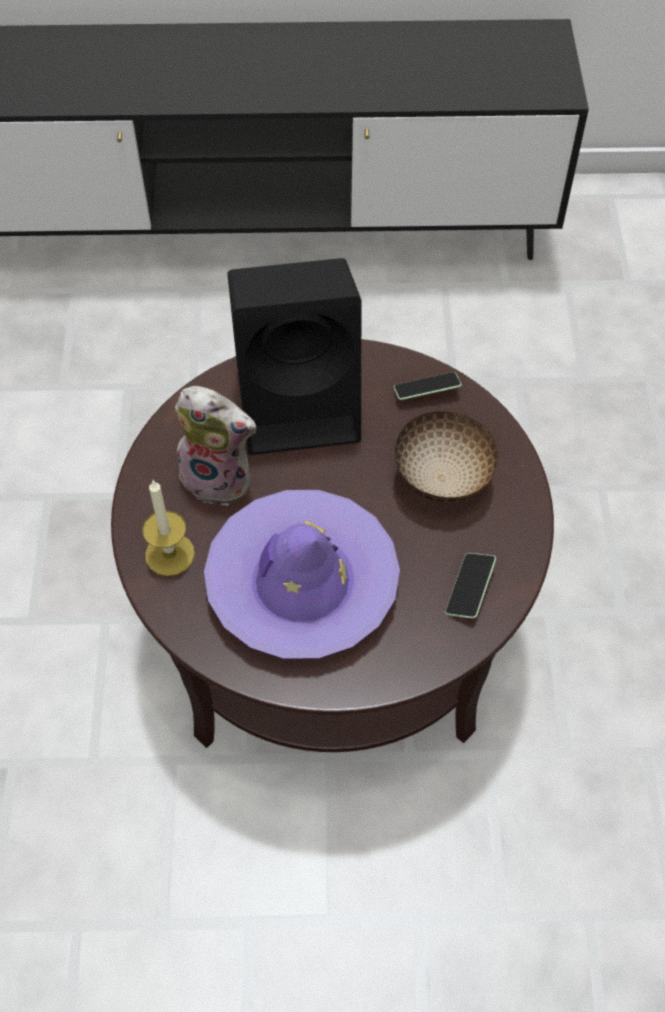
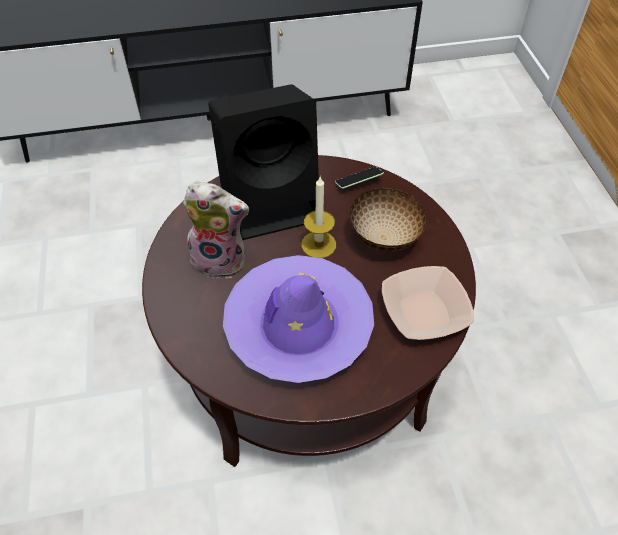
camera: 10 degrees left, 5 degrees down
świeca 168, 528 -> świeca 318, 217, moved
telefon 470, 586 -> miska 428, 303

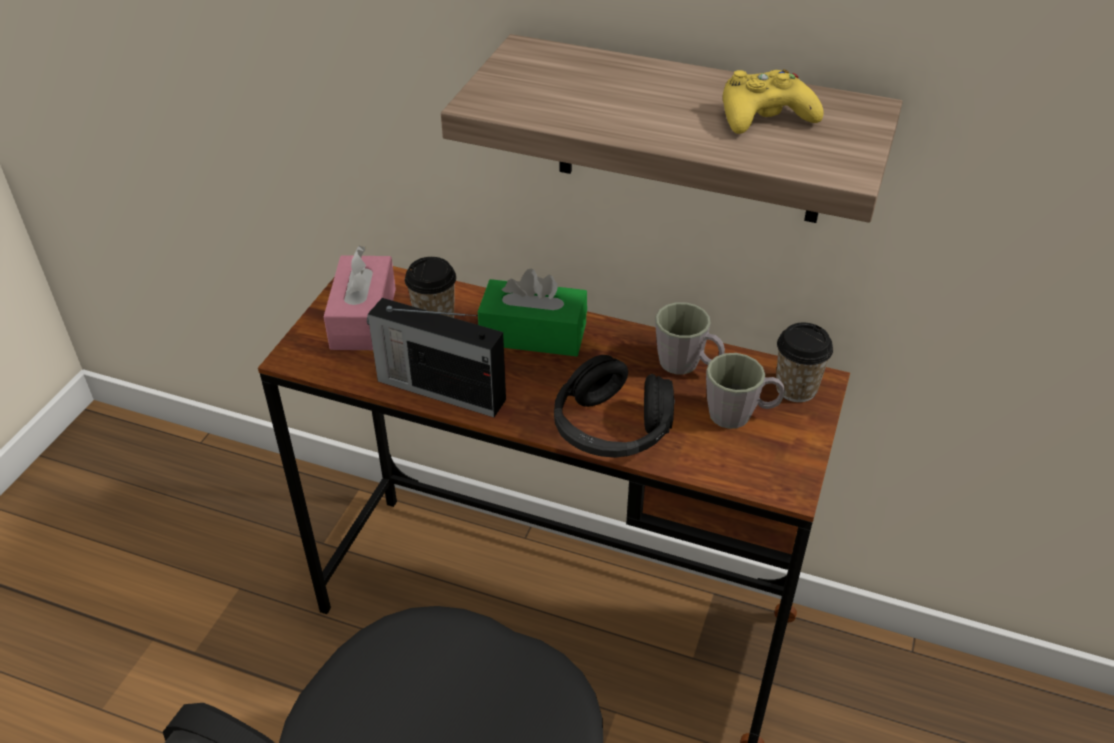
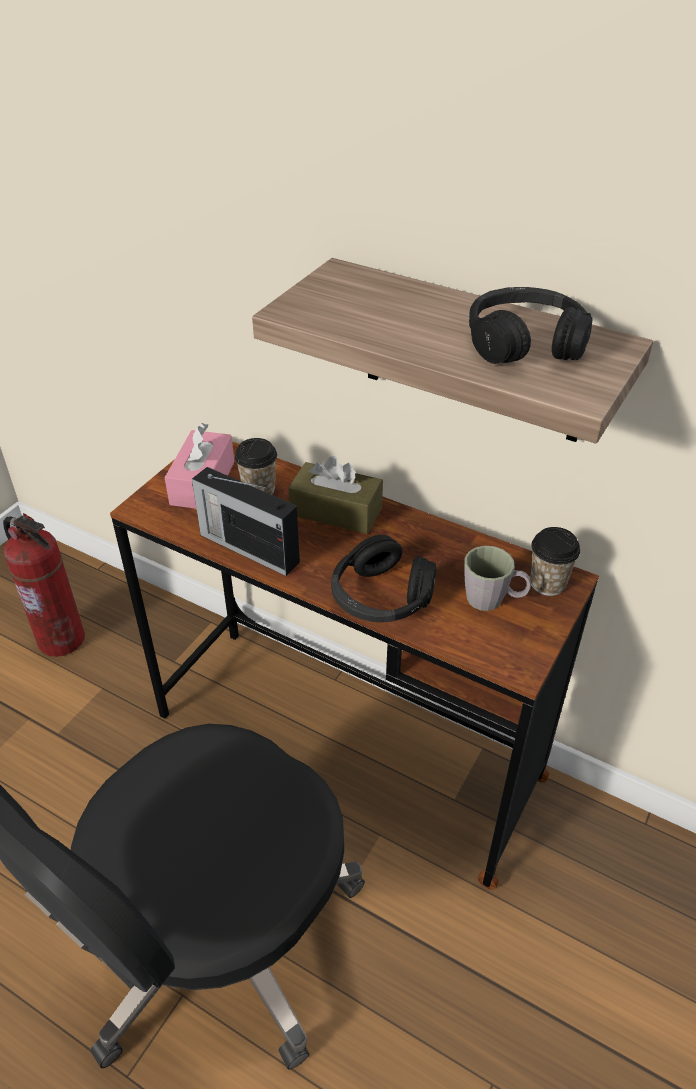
camera: 10 degrees right, 0 degrees up
pudełko chusteczek (zielony) 532, 312 -> pudełko chusteczek (brązowy) 335, 495
kubek (szary) 690, 338 -> none
pad do gier (żółty) 773, 101 -> słuchawki (czarny) 530, 325
none -> gaśnica 44, 585

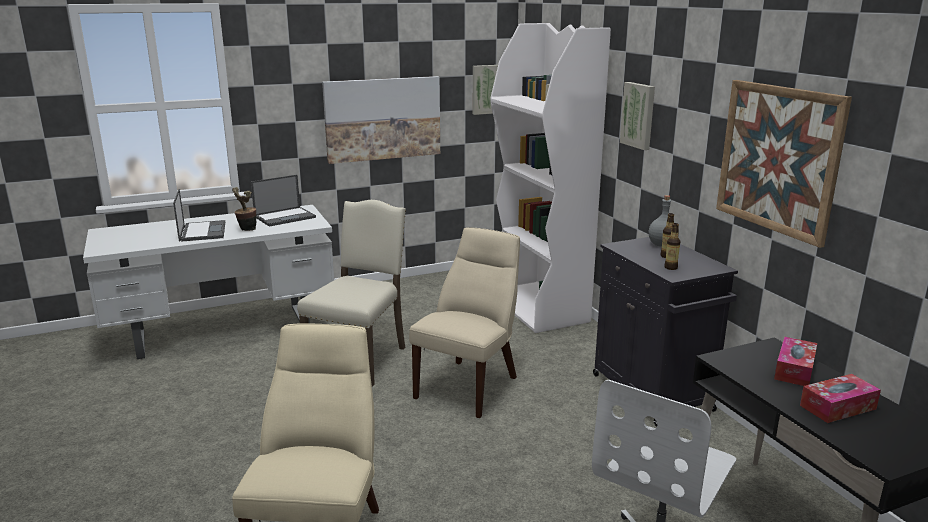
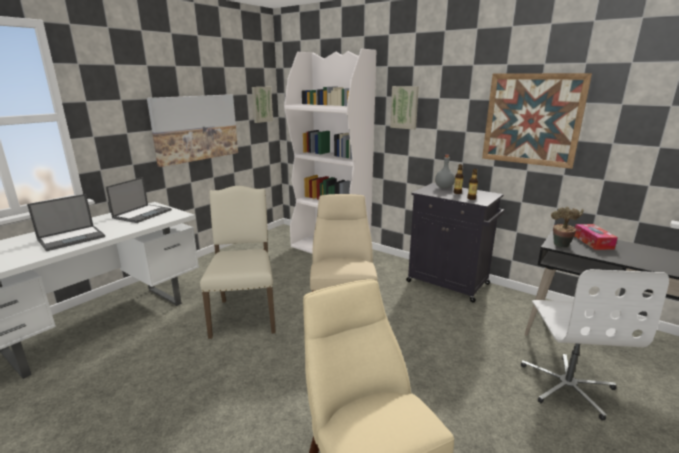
camera: 30 degrees left, 0 degrees up
laptop 199, 215 -> laptop 66, 222, 90 degrees clockwise
roślina doniczkowa 244, 209 -> roślina doniczkowa 567, 227, moved
pudełko chusteczek 840, 398 -> none

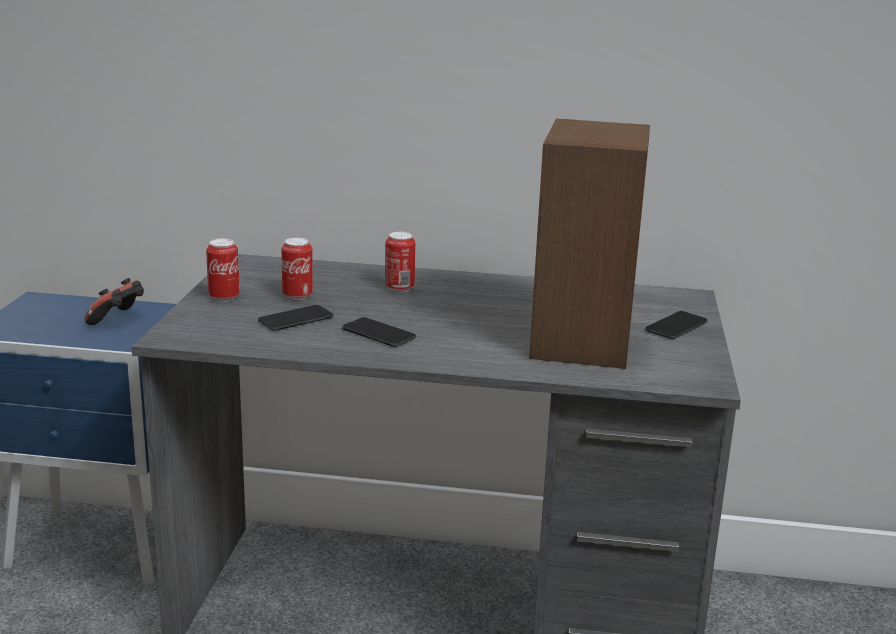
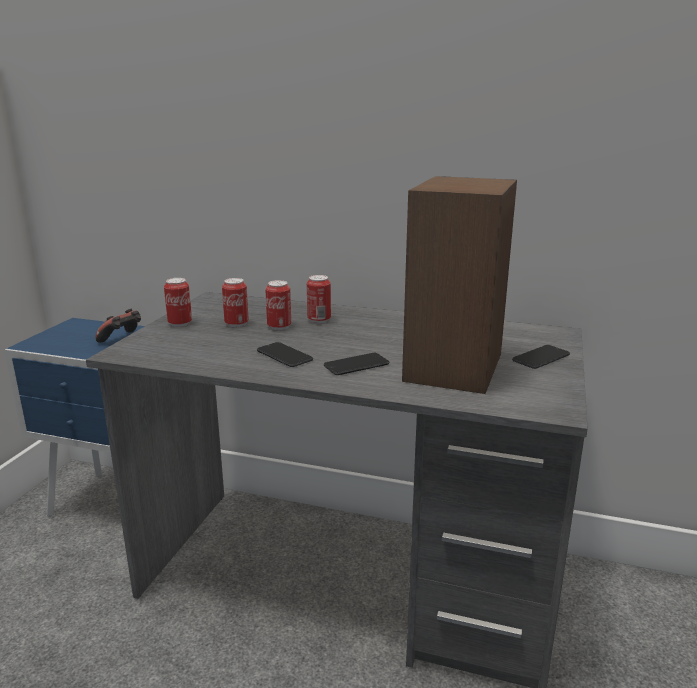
camera: 10 degrees right, 0 degrees up
telefon 296, 318 -> telefon 356, 364, moved
none -> puszka 278, 305

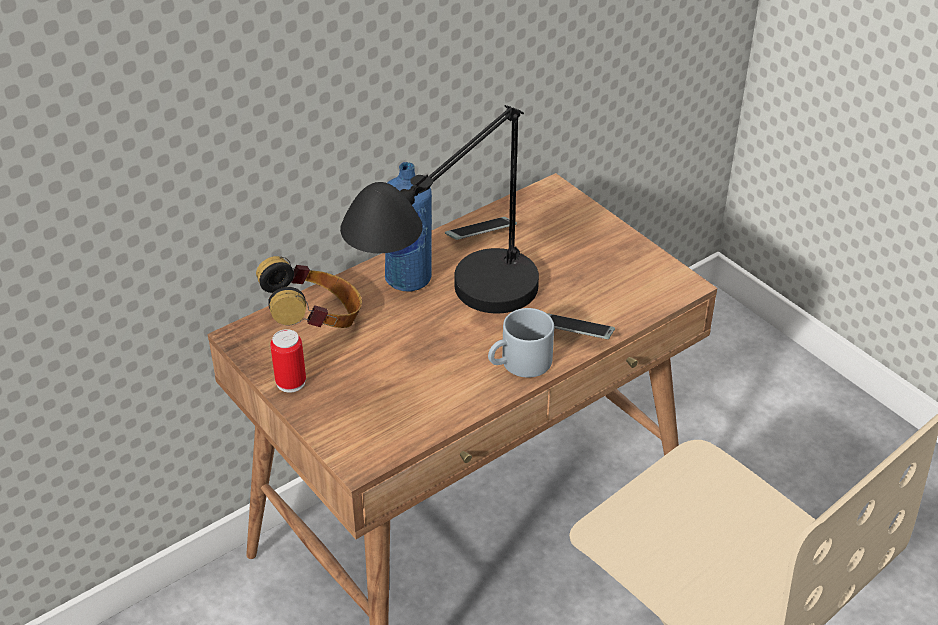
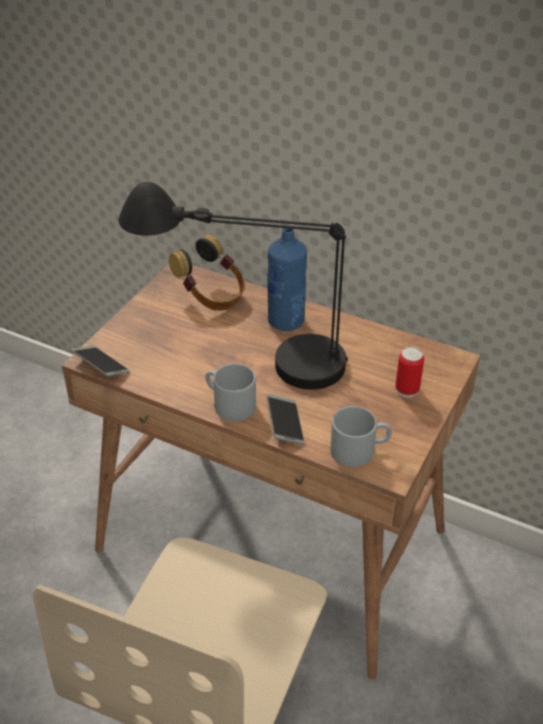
camera: 65 degrees right, 0 degrees up
puszka 288, 361 -> puszka 409, 372, moved
telefon 481, 228 -> telefon 100, 361, moved
none -> kubek (szary) 361, 436

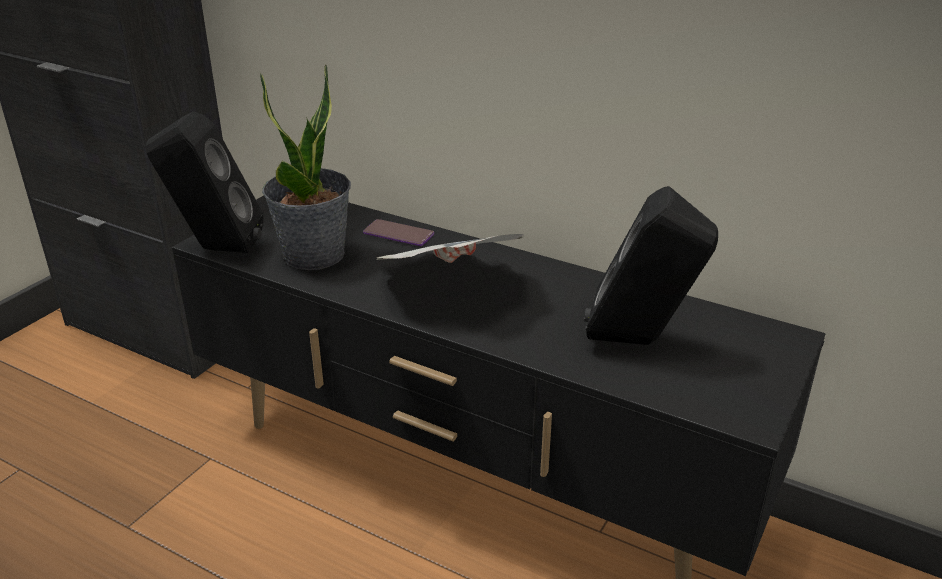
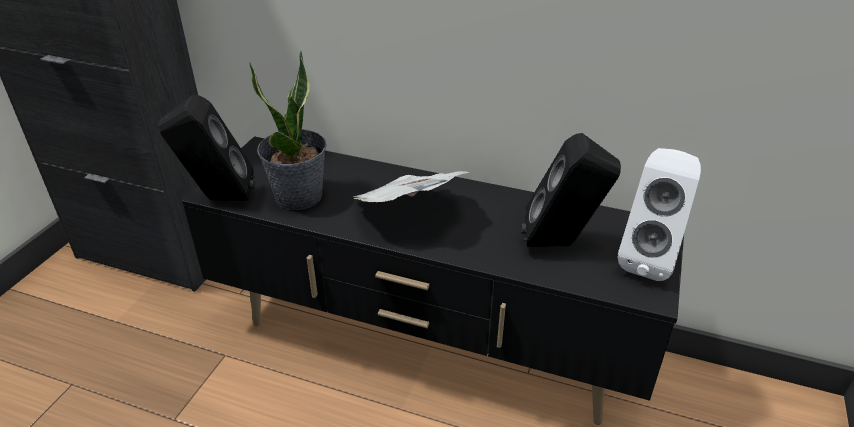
camera: 10 degrees left, 5 degrees up
telefon 398, 232 -> none
none -> głośnik (biały) 659, 214

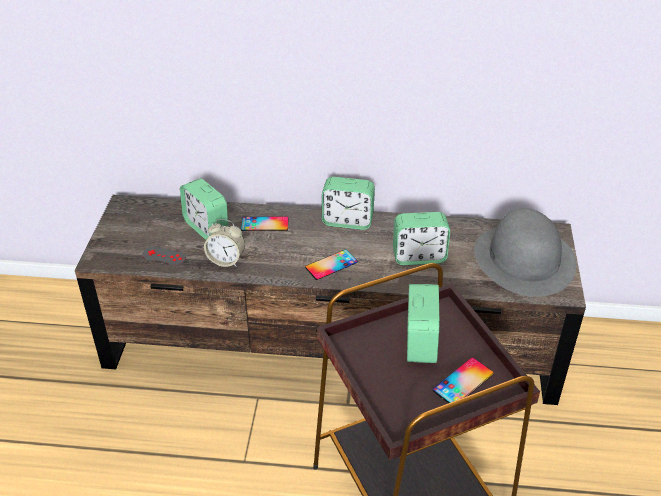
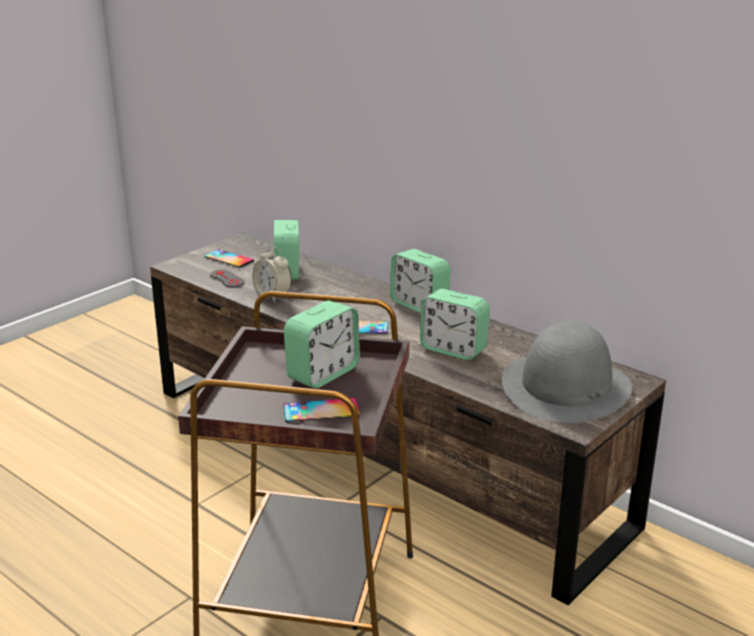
camera: 35 degrees right, 15 degrees down
telefon 265, 224 -> telefon 229, 258, moved

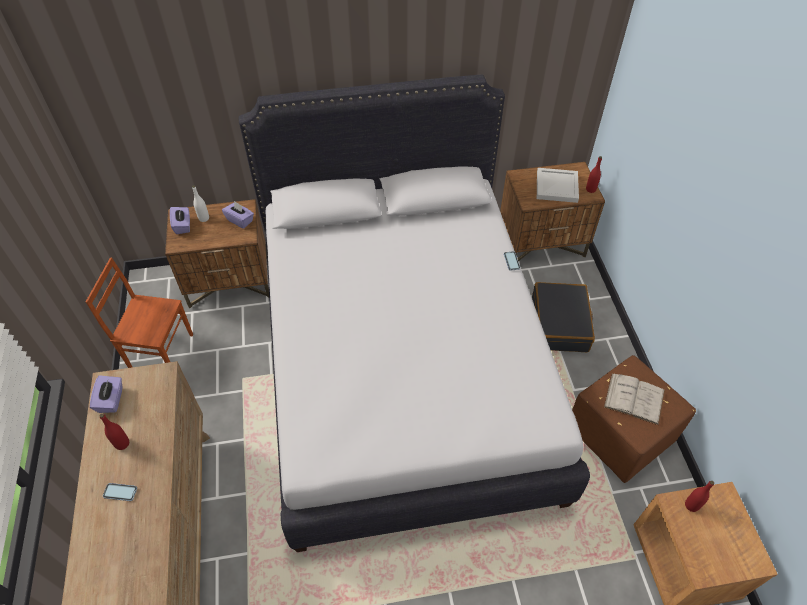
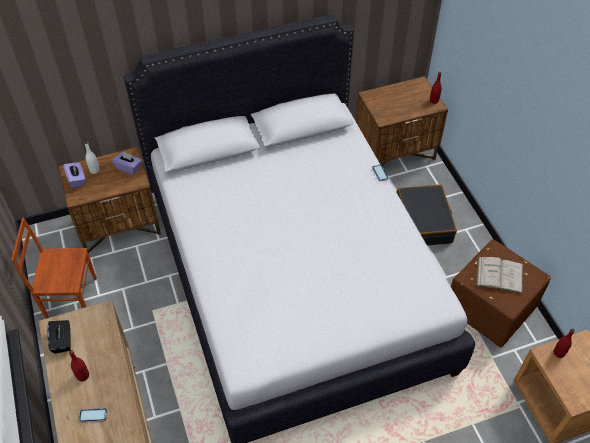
camera: 10 degrees left, 0 degrees up
pudełko chusteczek (fioletowy) 106, 394 -> pudełko chusteczek (czarny) 59, 337
taca (biały) 558, 185 -> none

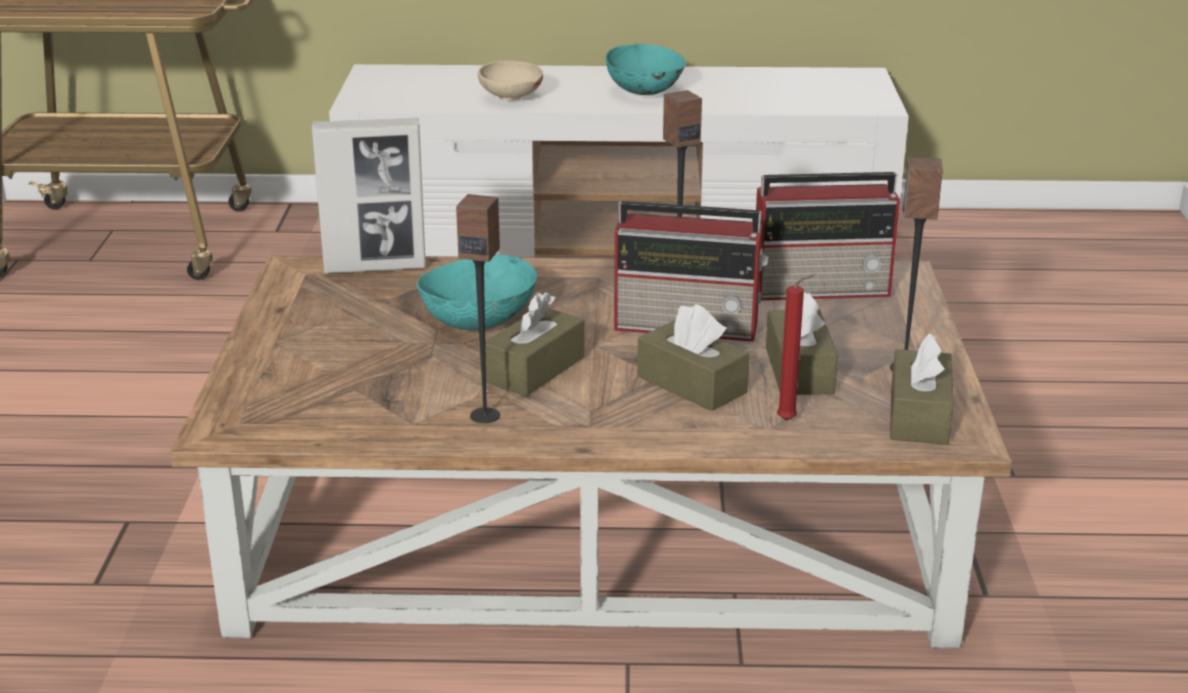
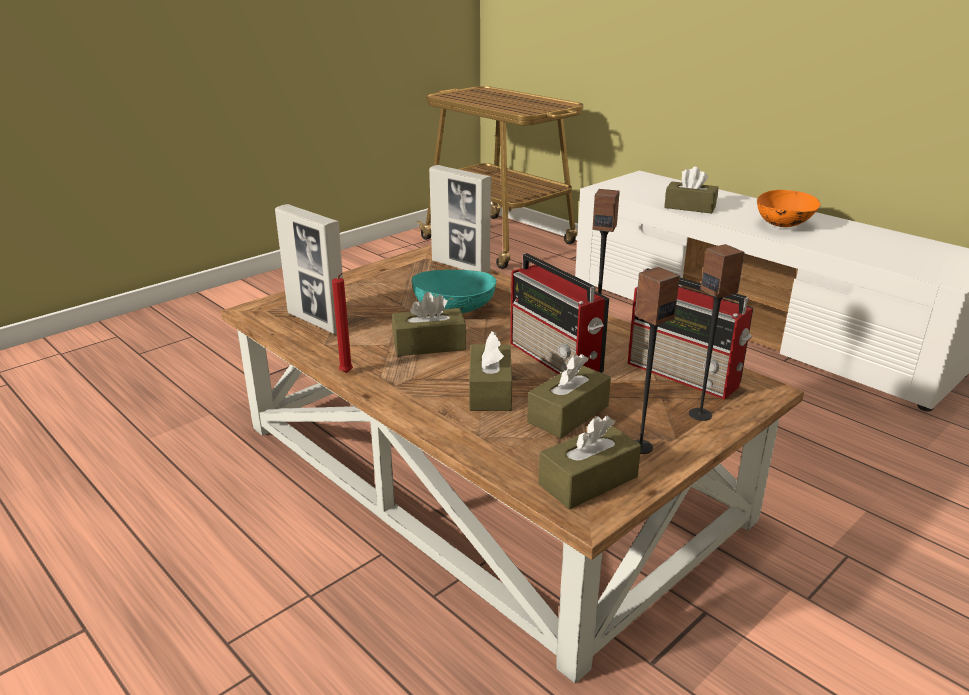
camera: 45 degrees right, 0 degrees up
głośnik 478, 308 -> głośnik 717, 332, moved
miska (beżowy) 510, 80 -> pudełko chusteczek (brązowy) 691, 190
miska (turkusowy) 646, 69 -> miska (pomarańczowy) 789, 208
świeca (czerwony) 795, 348 -> świeca (czerwony) 342, 322, moved
none -> ramka na zdjęcie 309, 269

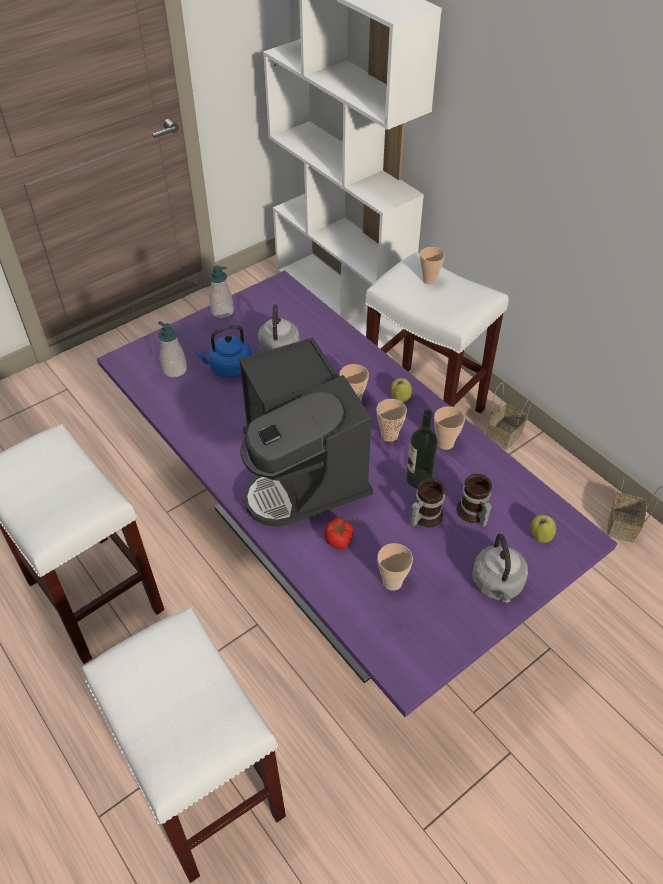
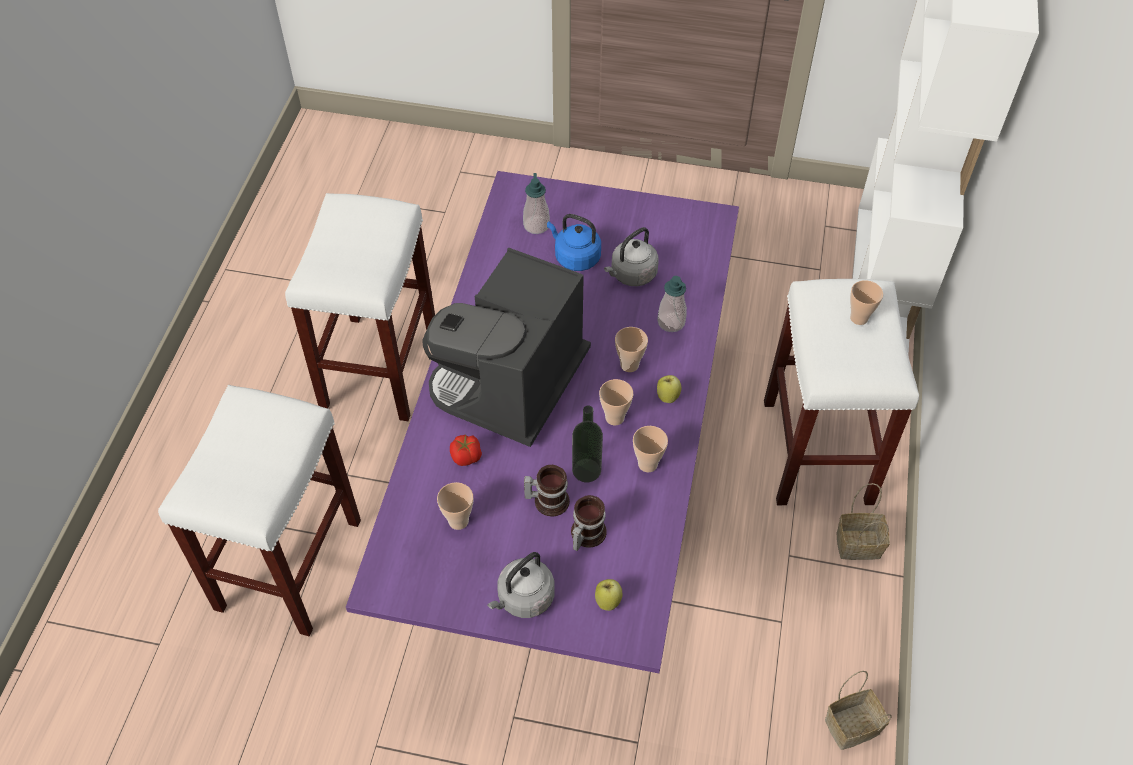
camera: 50 degrees right, 5 degrees up
dozownik mydła 221, 291 -> dozownik mydła 672, 304, moved

